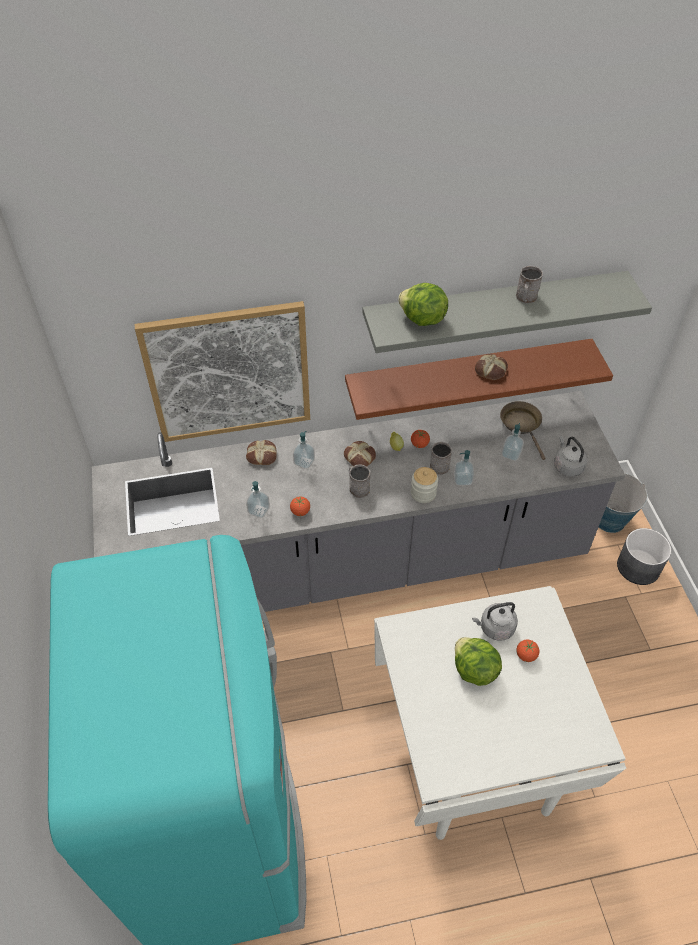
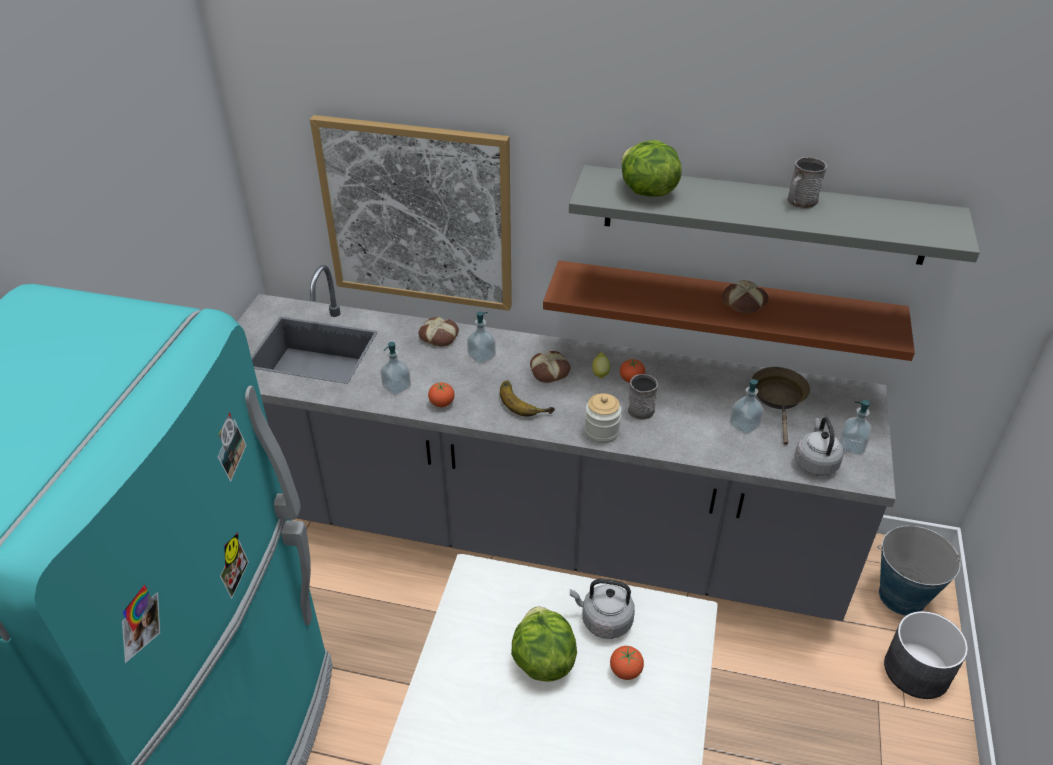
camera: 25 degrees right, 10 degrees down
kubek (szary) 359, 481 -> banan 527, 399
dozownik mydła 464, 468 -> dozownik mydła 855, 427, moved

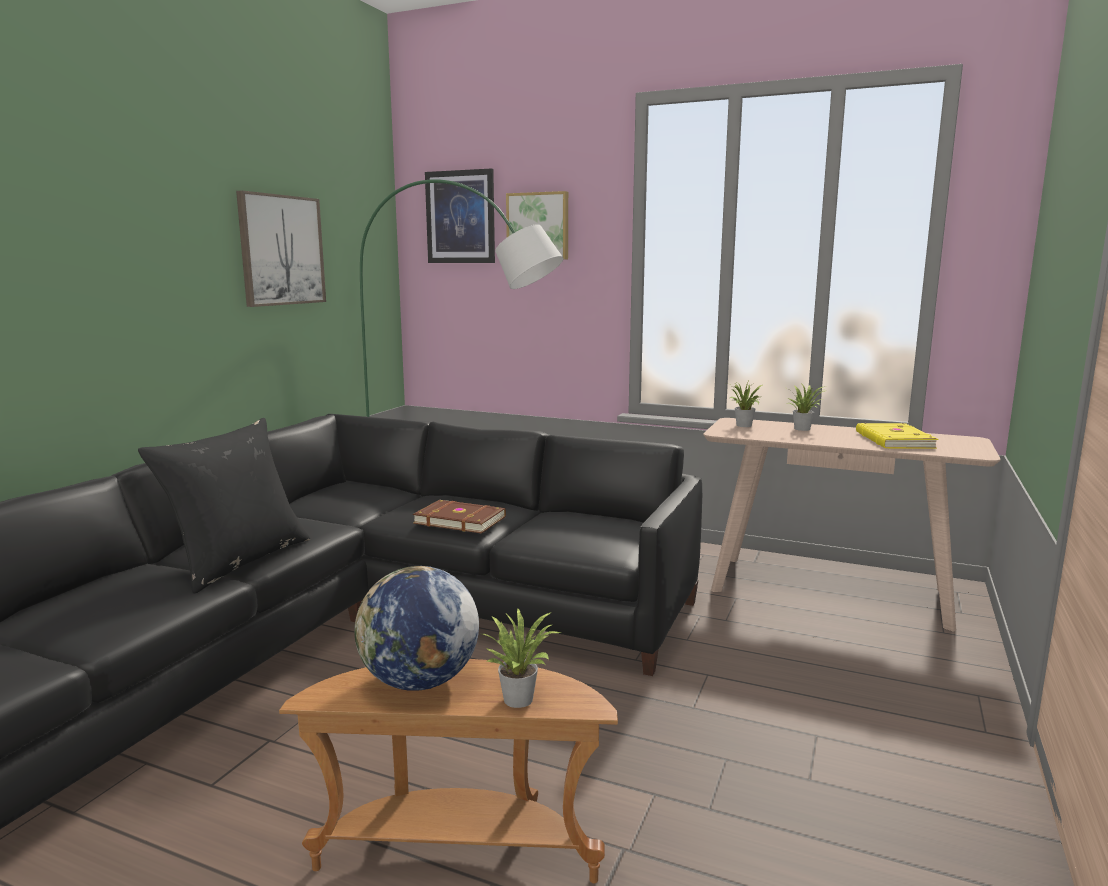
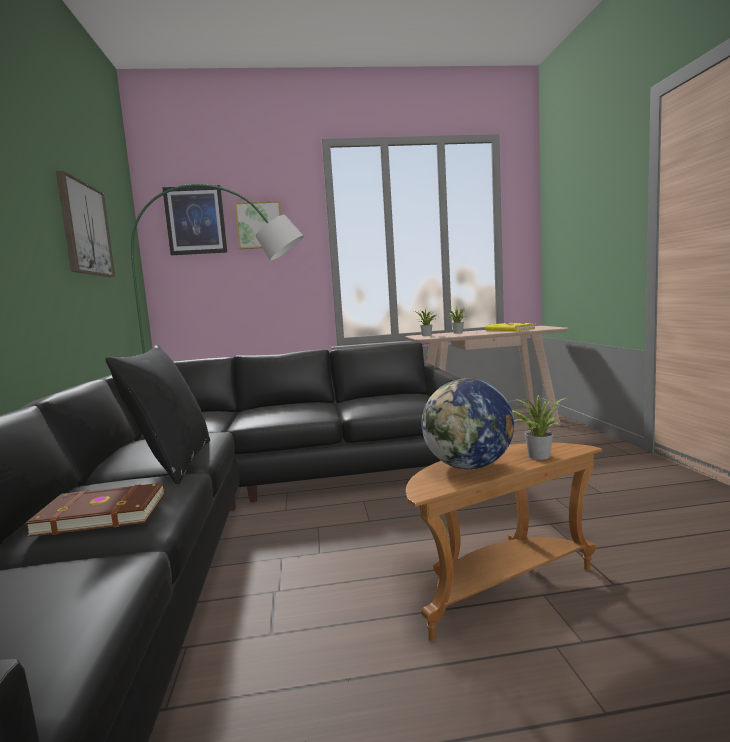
camera: 30 degrees left, 5 degrees down
książka (brązowy) 459, 516 -> książka (brązowy) 95, 510, moved

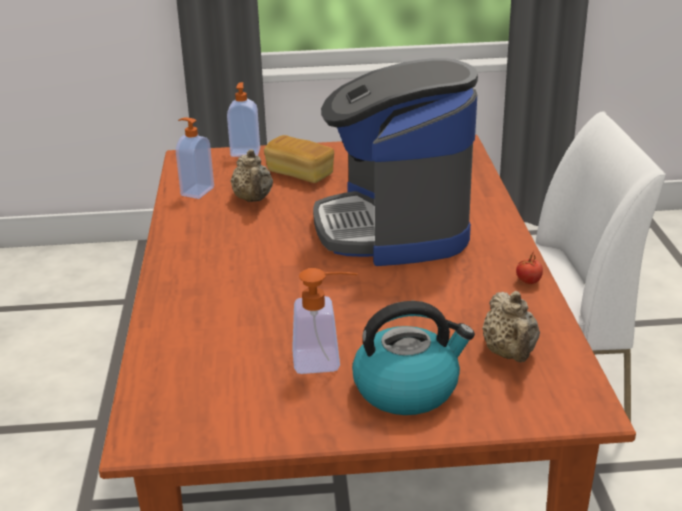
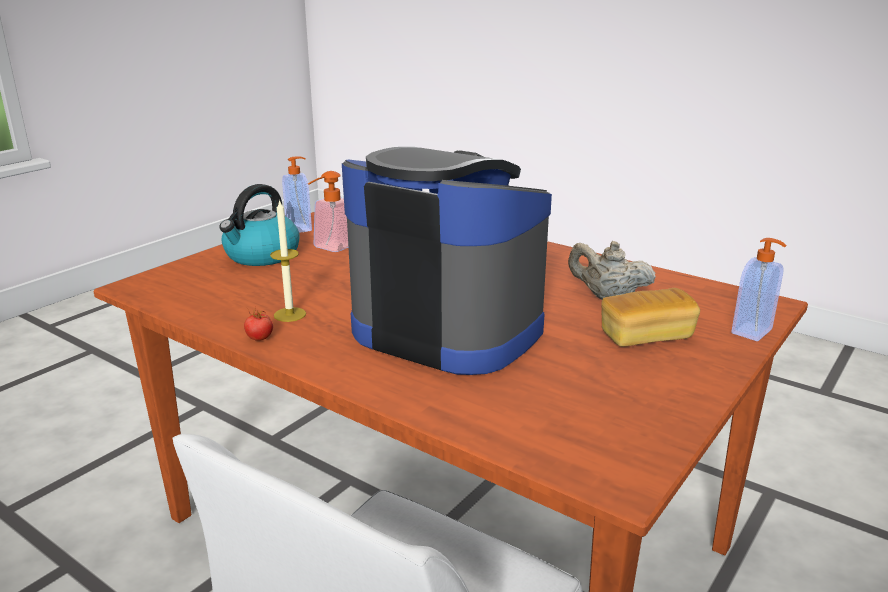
camera: 130 degrees right, 5 degrees down
dozownik mydła 195, 158 -> dozownik mydła 297, 194, moved
imbryk (beżowy) 511, 327 -> none
none -> świeca 288, 260

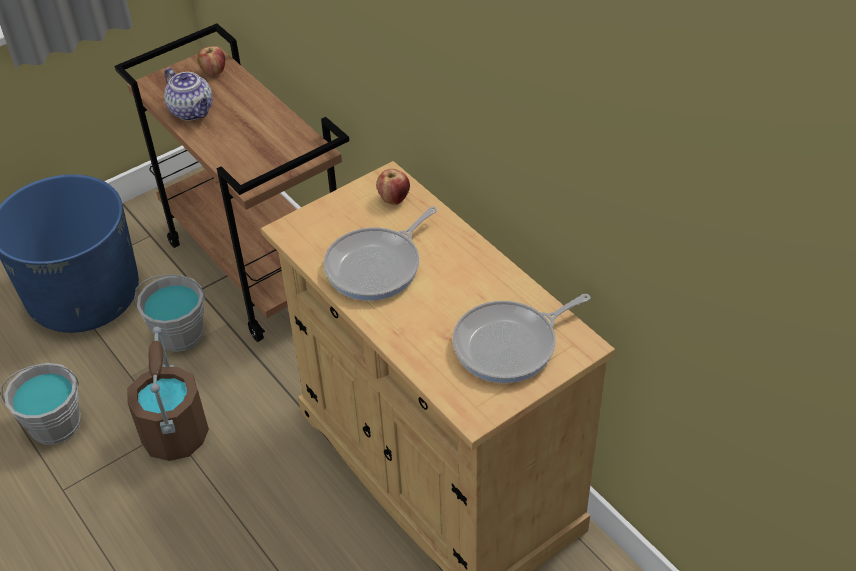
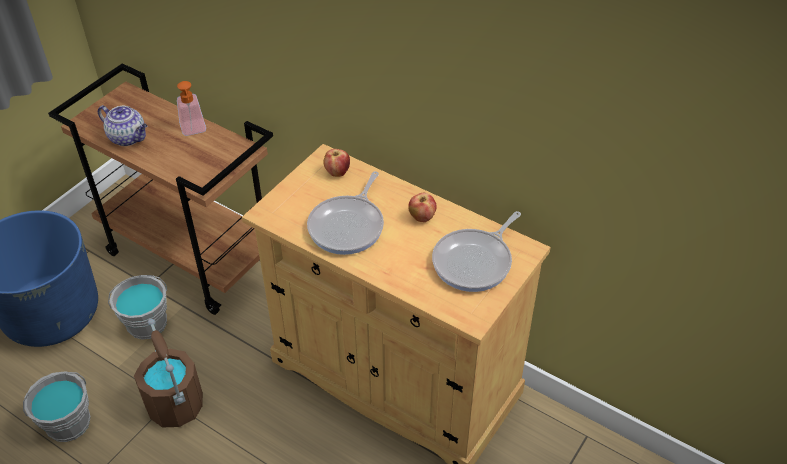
camera: 20 degrees left, 0 degrees up
jabłko 211, 61 -> jabłko 422, 207, moved
none -> dozownik mydła 191, 108

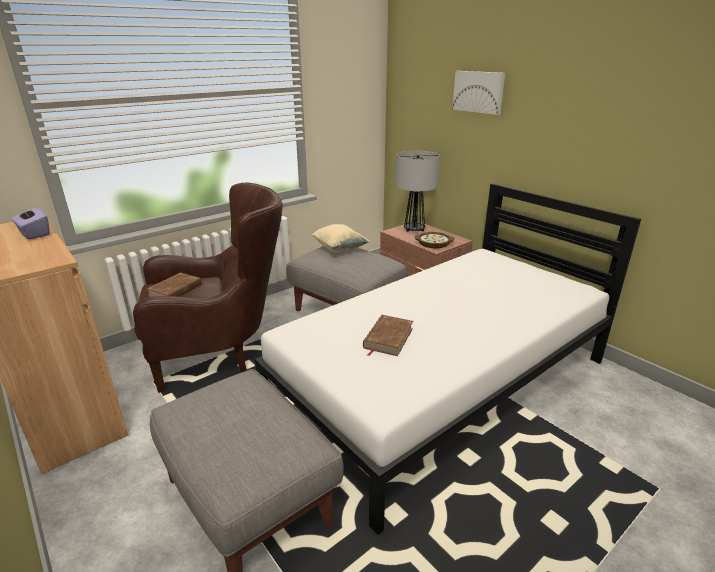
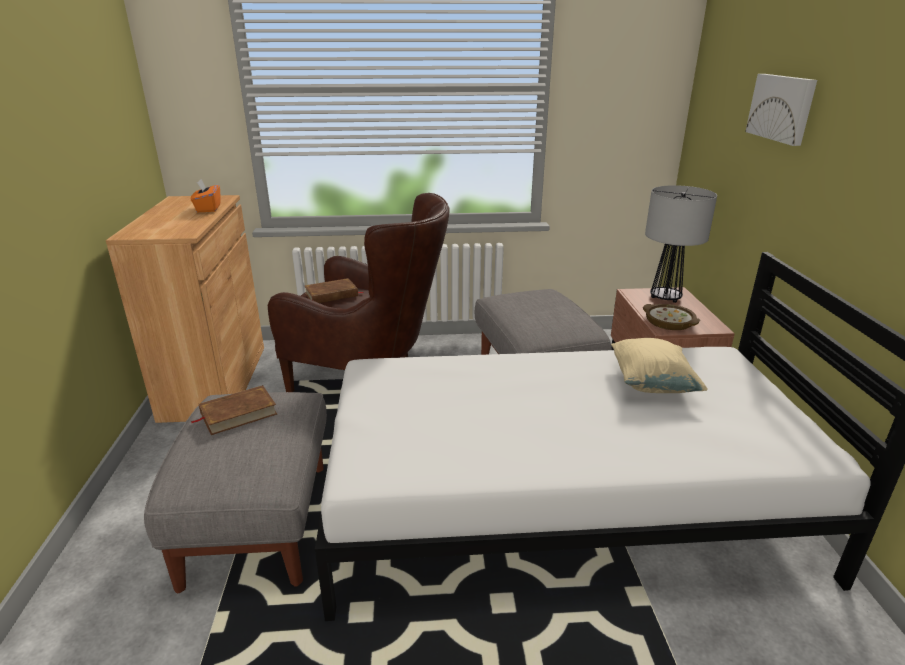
camera: 35 degrees right, 0 degrees up
pudełko chusteczek (fioletowy) 30, 223 -> pudełko chusteczek (pomarańczowy) 206, 195
poduszka (beżowy) 340, 238 -> poduszka (beżowy) 659, 365, moved
książka (brązowy) 388, 335 -> książka (brązowy) 234, 410, moved

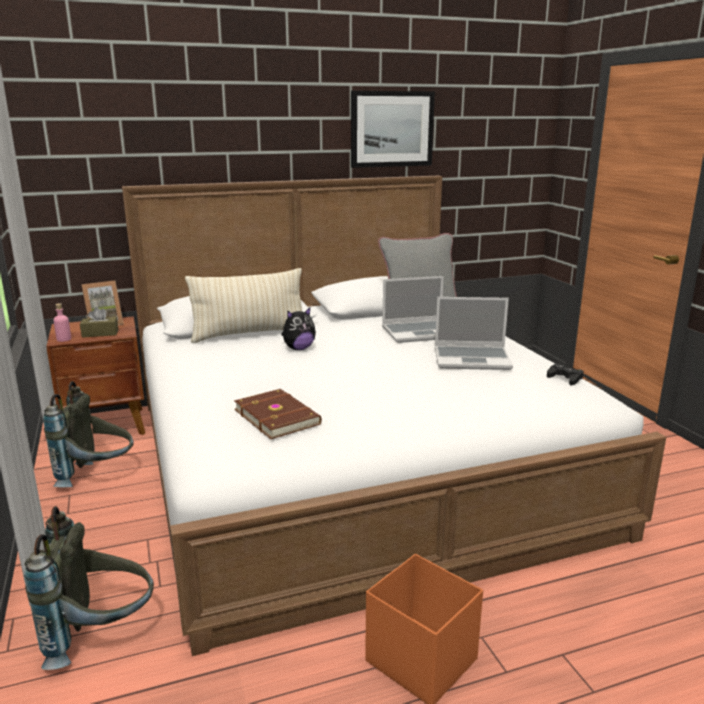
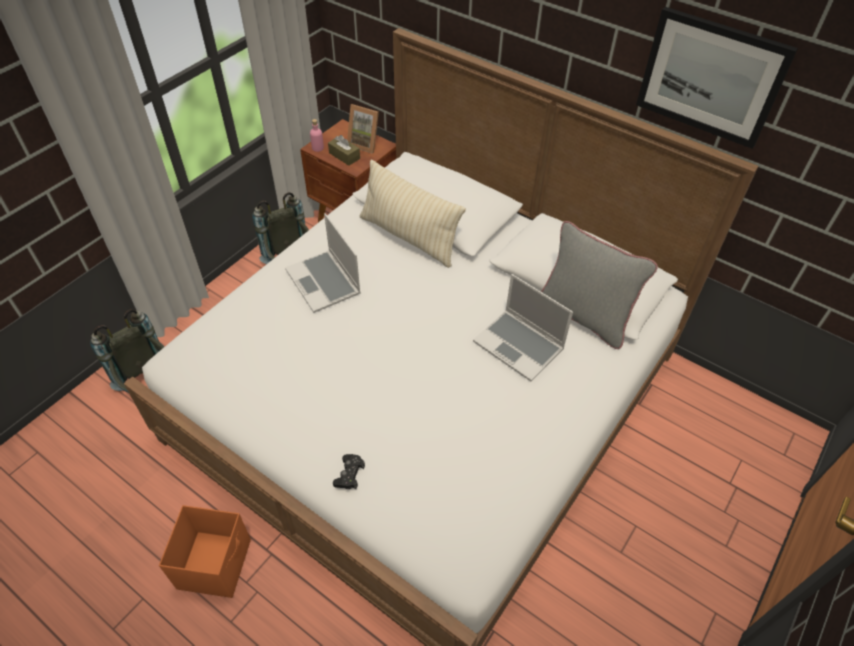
camera: 55 degrees right, 30 degrees up
książka (brązowy) 278, 414 -> none
pluszak 298, 328 -> none
laptop 474, 333 -> laptop 323, 263, moved
pad do gier (czarny) 565, 374 -> pad do gier (czarny) 349, 471, moved

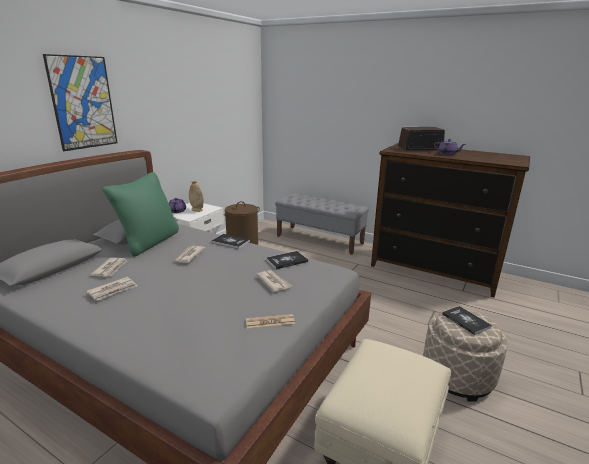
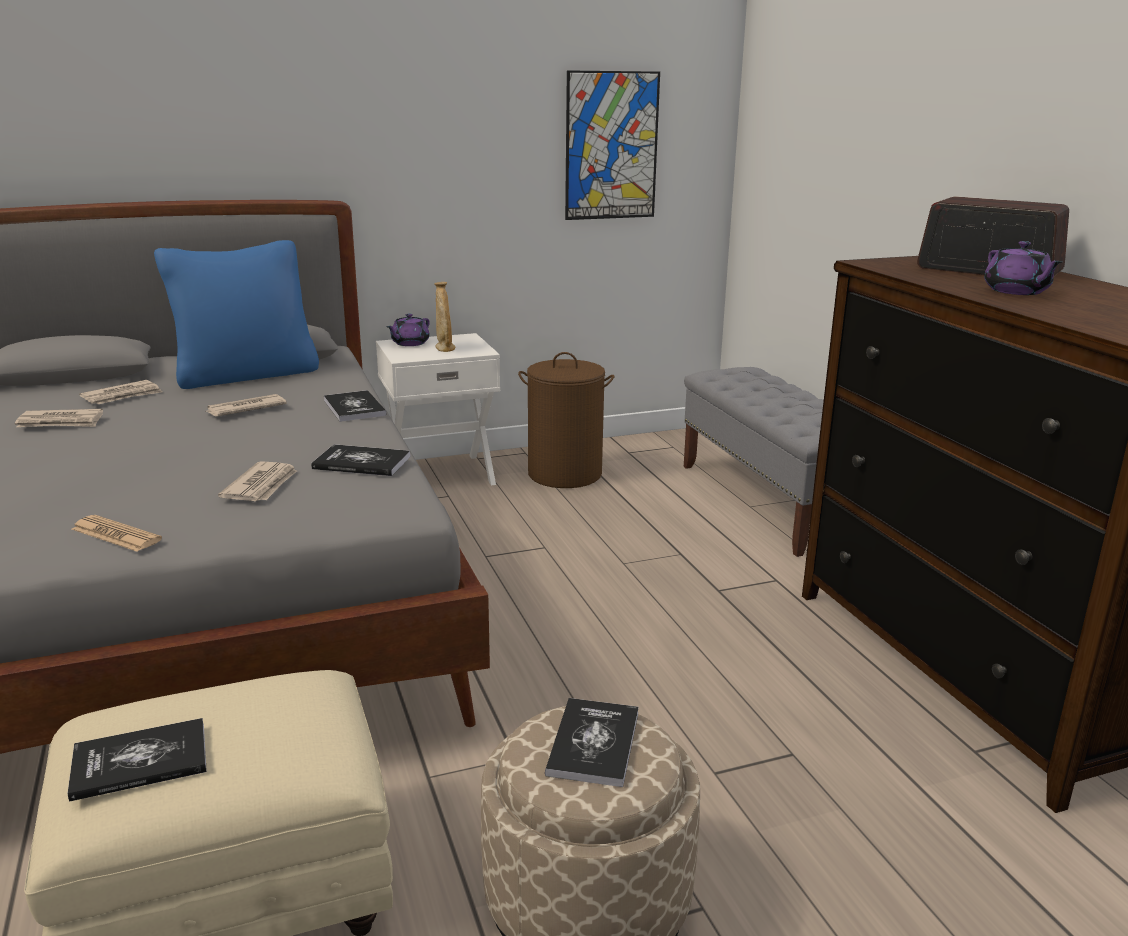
camera: 40 degrees right, 0 degrees up
obraz 80, 102 -> obraz 612, 145, moved
poduszka (zielony) 140, 214 -> poduszka (niebieski) 236, 314
none -> książka 137, 760

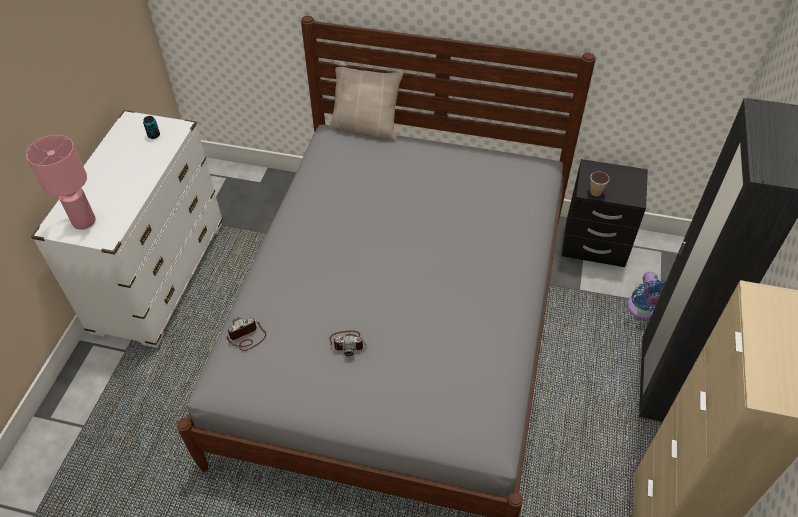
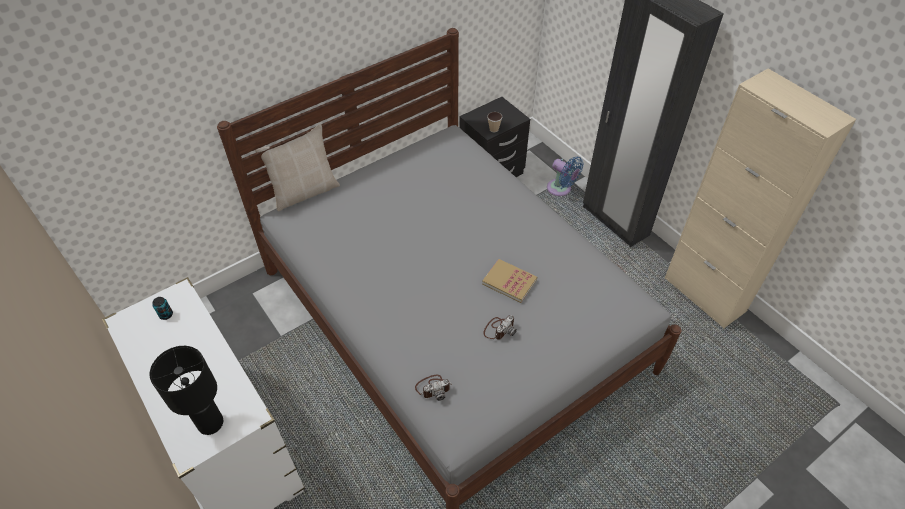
camera: 50 degrees left, 0 degrees up
lampa stołowa (różowy) 61, 182 -> lampa stołowa (czarny) 186, 390
aparat fotograficzny 246, 334 -> aparat fotograficzny 433, 388, 120 degrees counterclockwise
none -> książka 509, 281

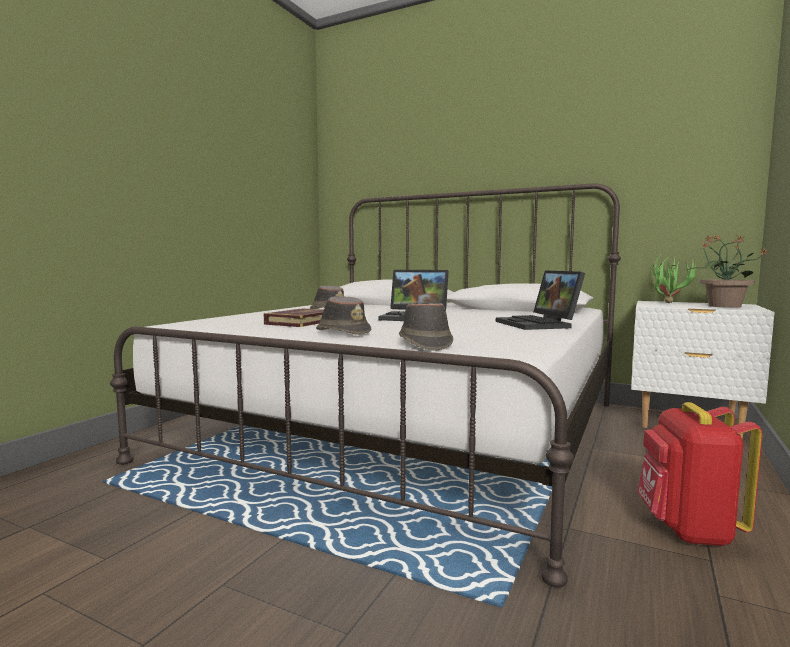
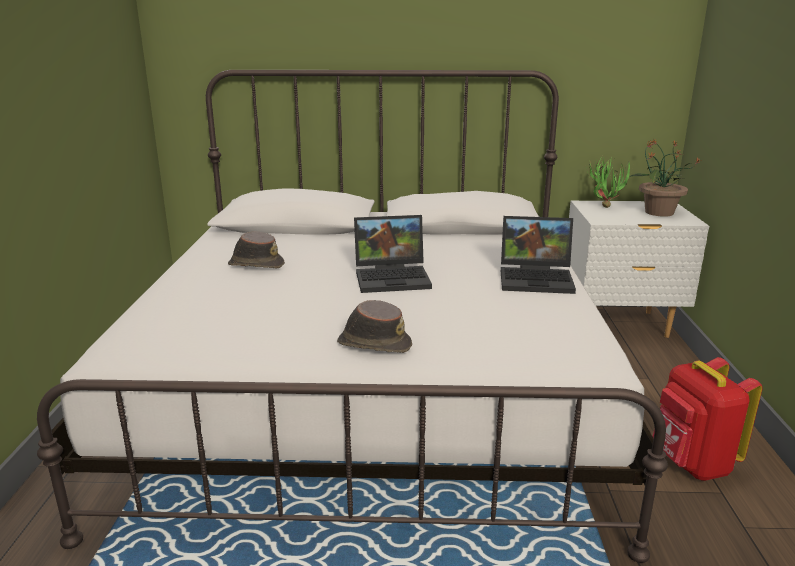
camera: 25 degrees left, 15 degrees up
książka 294, 317 -> none
kapelusz (brązowy) 426, 327 -> none
laptop 540, 300 -> laptop 538, 255, 45 degrees counterclockwise

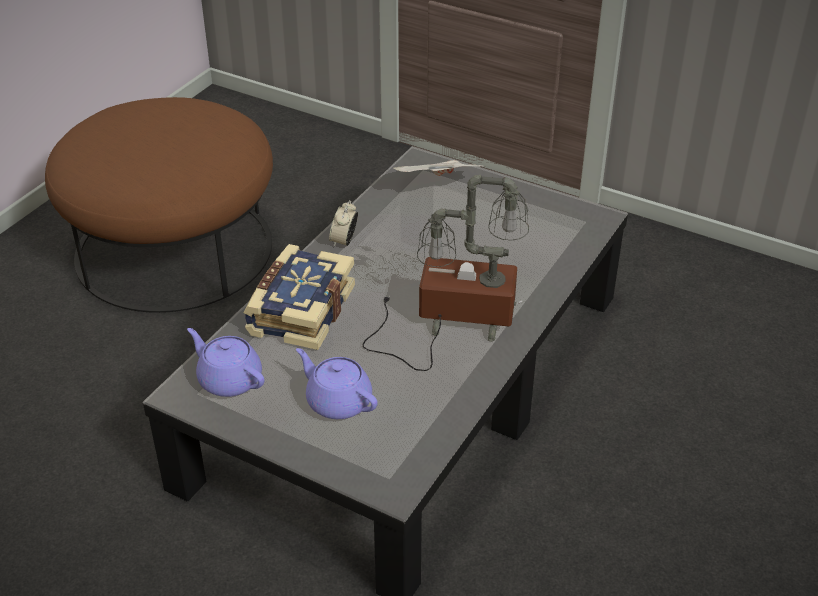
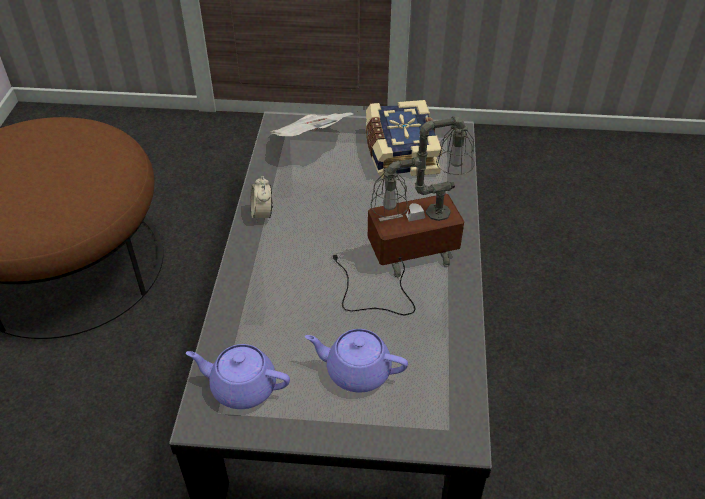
camera: 25 degrees left, 5 degrees up
książka 299, 297 -> książka 404, 139, moved

